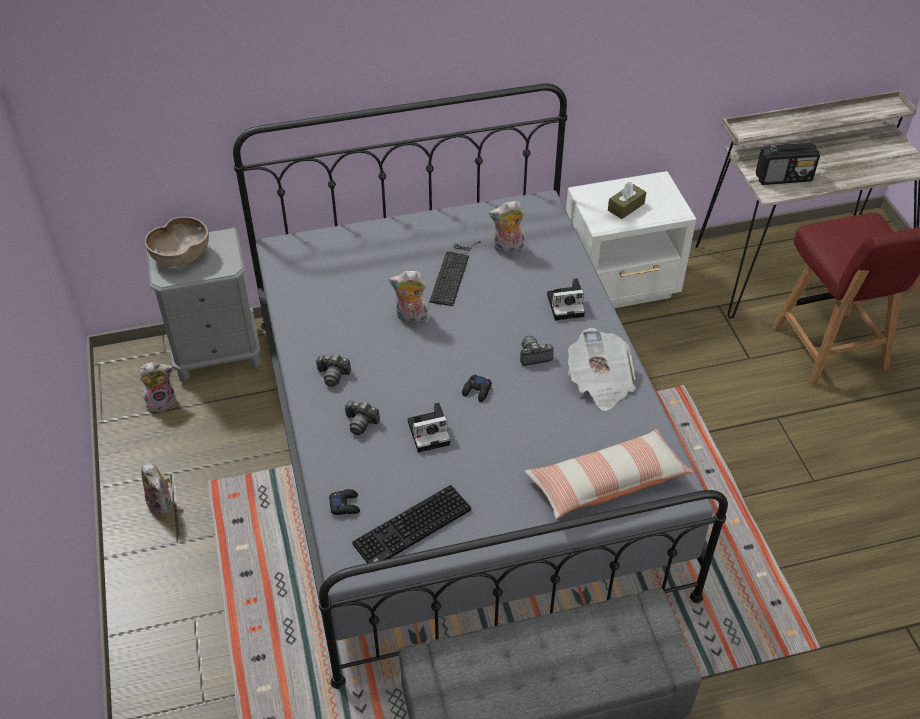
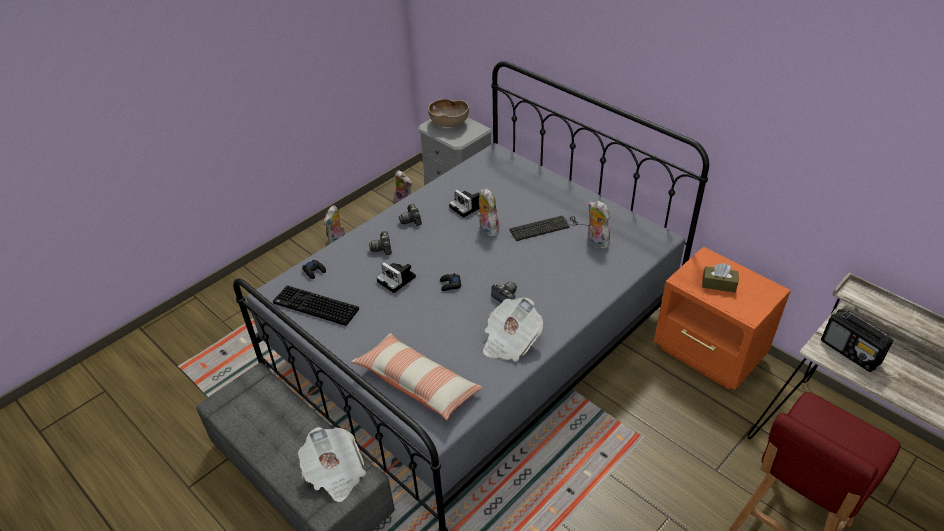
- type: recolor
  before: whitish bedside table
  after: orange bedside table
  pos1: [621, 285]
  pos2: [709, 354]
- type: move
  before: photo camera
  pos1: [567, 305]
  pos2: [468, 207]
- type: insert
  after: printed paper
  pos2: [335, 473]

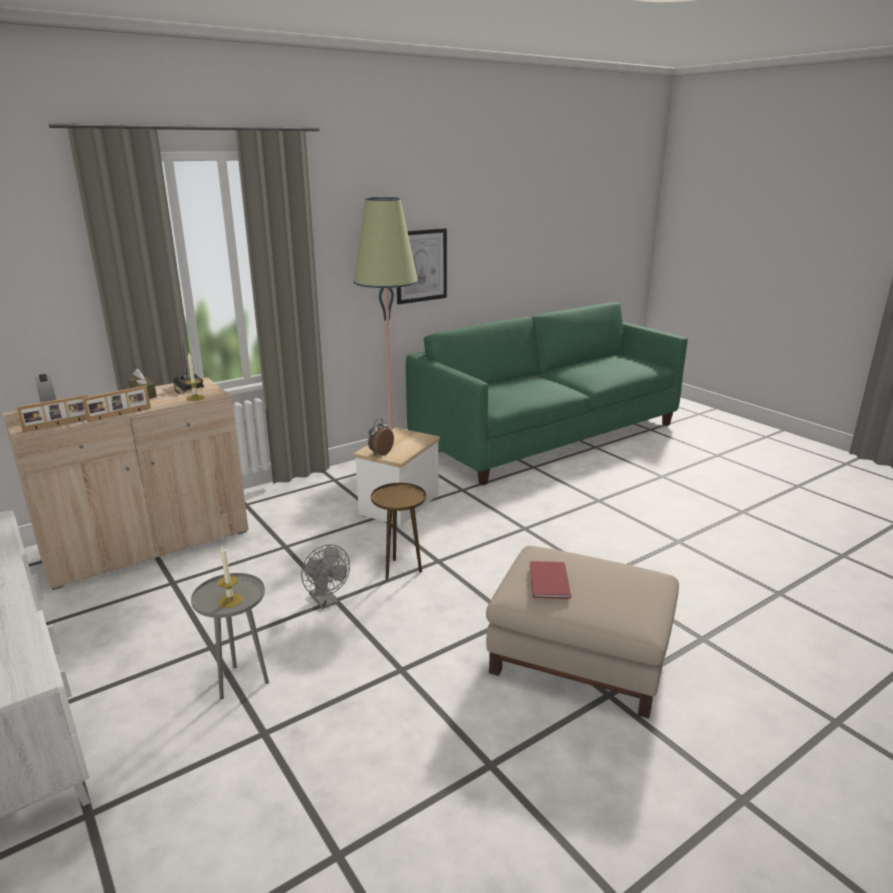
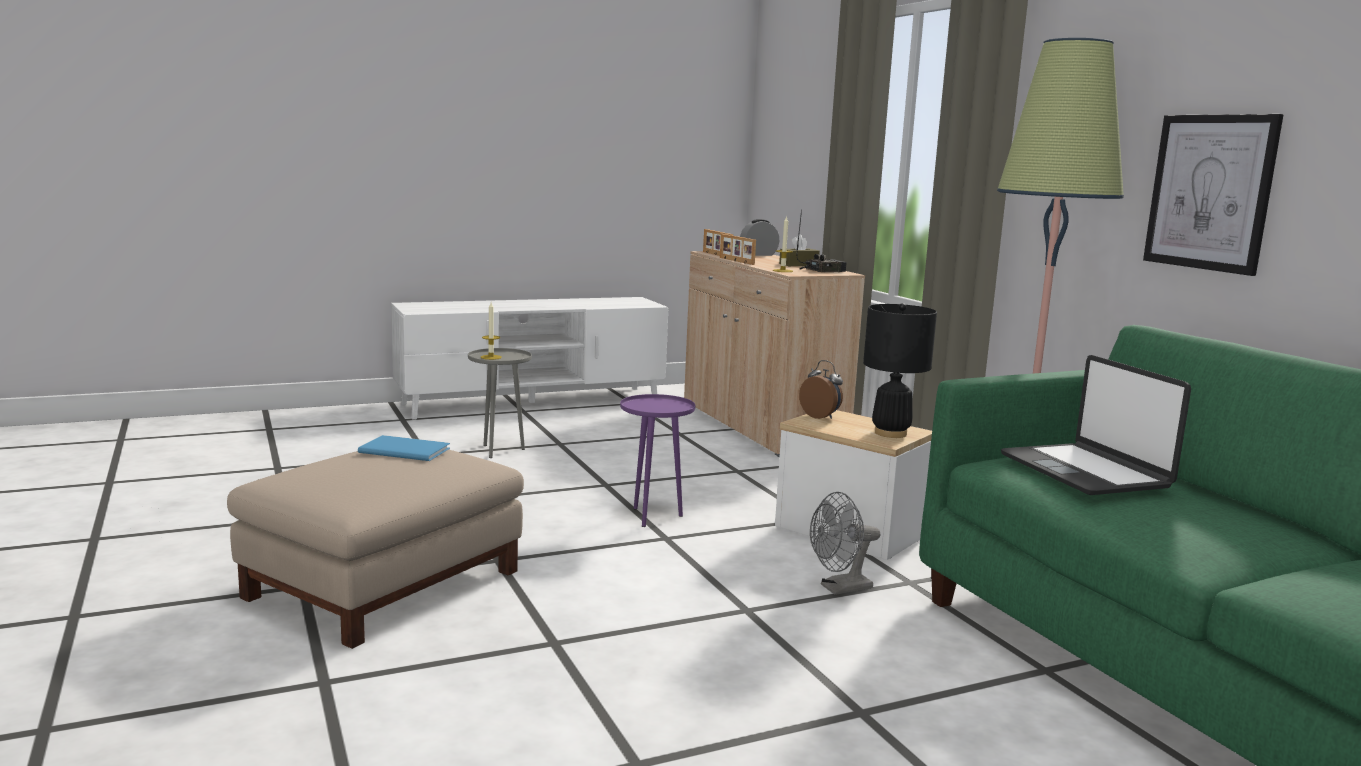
- type: recolor
  before: brown side table
  after: purple-coloured side table
  pos1: [400, 570]
  pos2: [653, 517]
- type: move
  before: greyish fan
  pos1: [326, 602]
  pos2: [840, 588]
- type: recolor
  before: red-coloured volume
  after: blue-coloured volume
  pos1: [547, 582]
  pos2: [404, 449]
- type: insert
  after: black table lamp
  pos2: [891, 433]
- type: insert
  after: laptop
  pos2: [1085, 471]

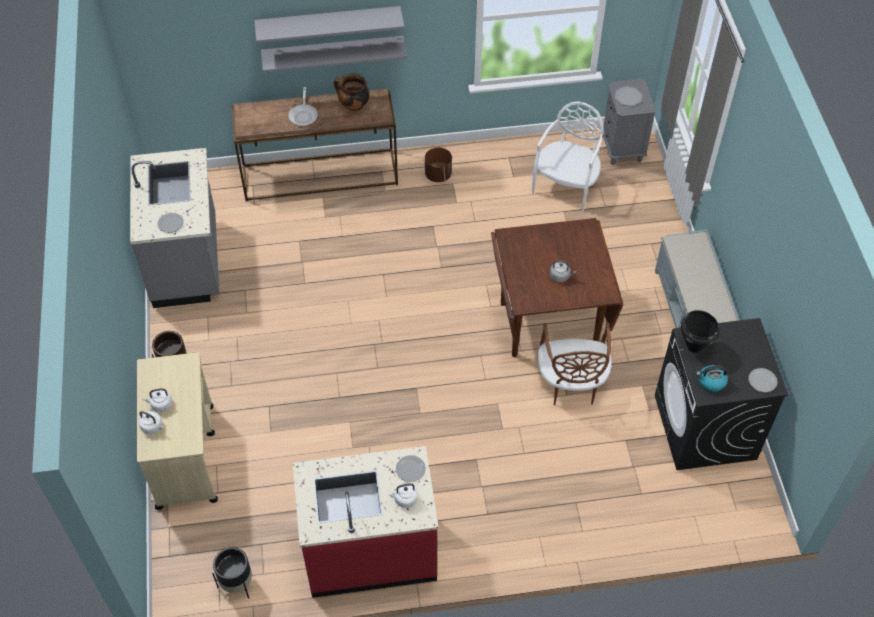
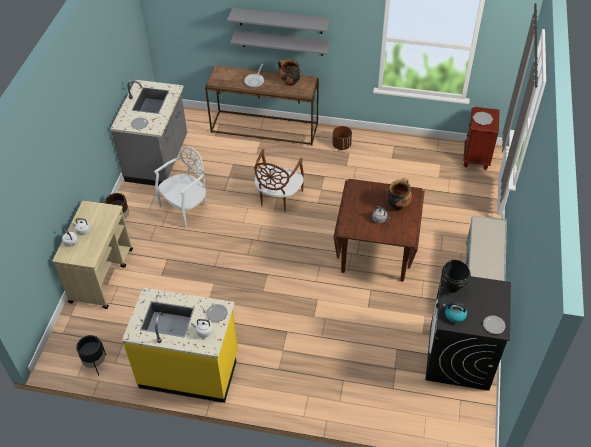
- type: recolor
  before: greyish bedside table
  after: brown bedside table
  pos1: [622, 148]
  pos2: [476, 158]
- type: move
  before: whitish chair
  pos1: [566, 186]
  pos2: [186, 207]
- type: move
  before: brown chair
  pos1: [571, 384]
  pos2: [278, 198]
- type: recolor
  before: red-coloured kitchen counter
  after: yellowish kitchen counter
  pos1: [370, 551]
  pos2: [189, 369]
- type: insert
  after: cooking pot
  pos2: [398, 205]

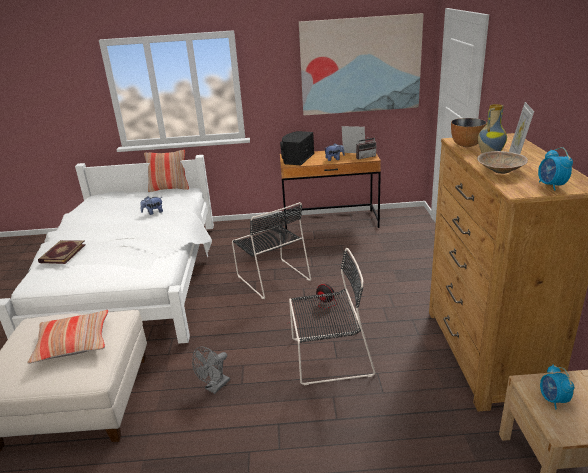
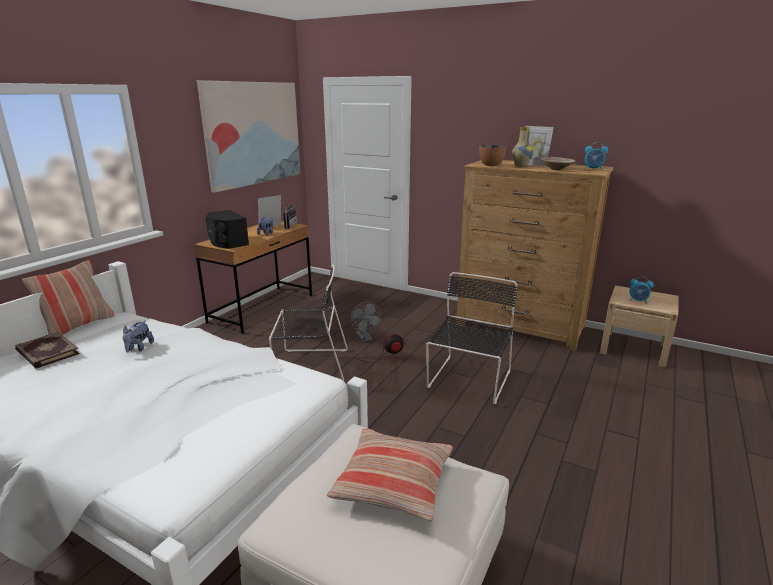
- type: move
  before: volume
  pos1: [62, 253]
  pos2: [46, 353]
- type: move
  before: greyish fan
  pos1: [215, 387]
  pos2: [365, 338]

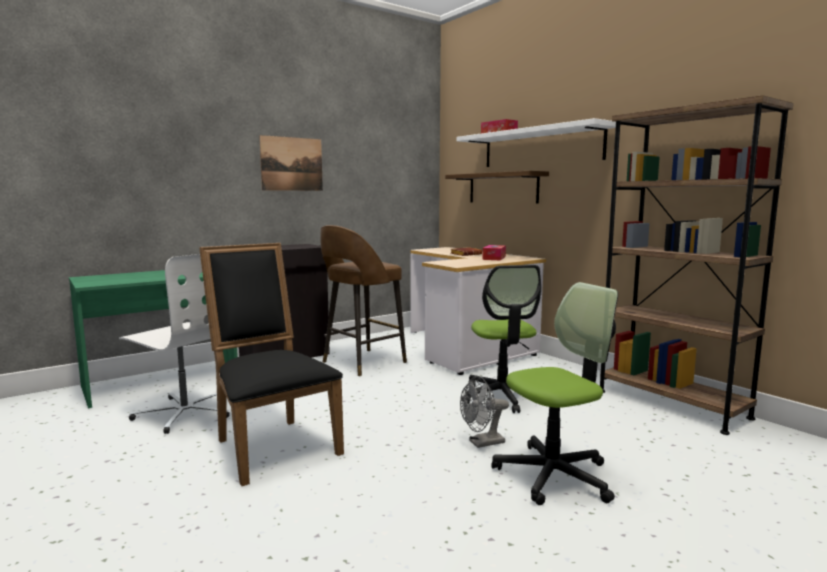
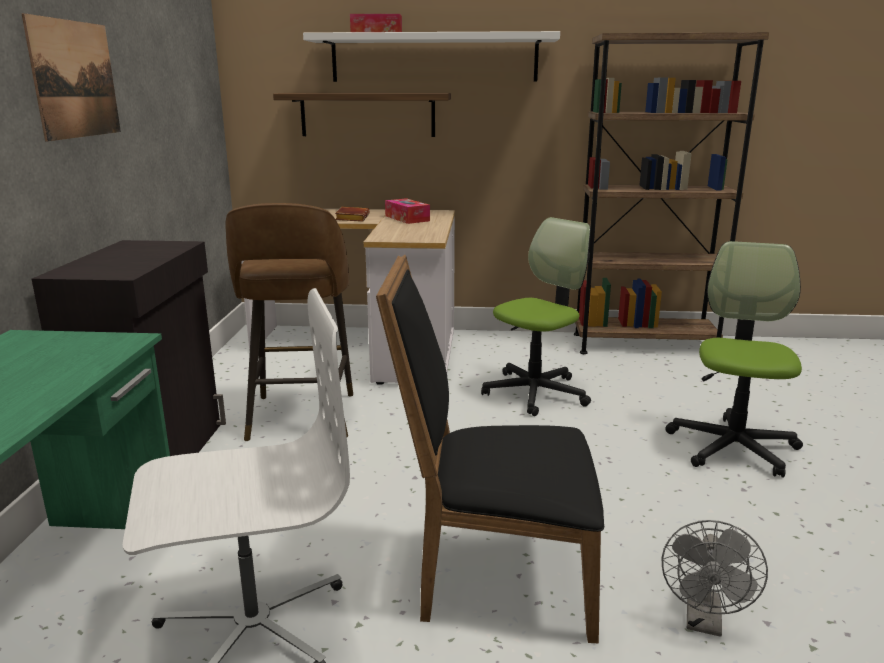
- type: rotate
  before: office chair
  pos1: [502, 396]
  pos2: [535, 393]
  turn: -75
- type: move
  before: greyish fan
  pos1: [482, 443]
  pos2: [704, 622]

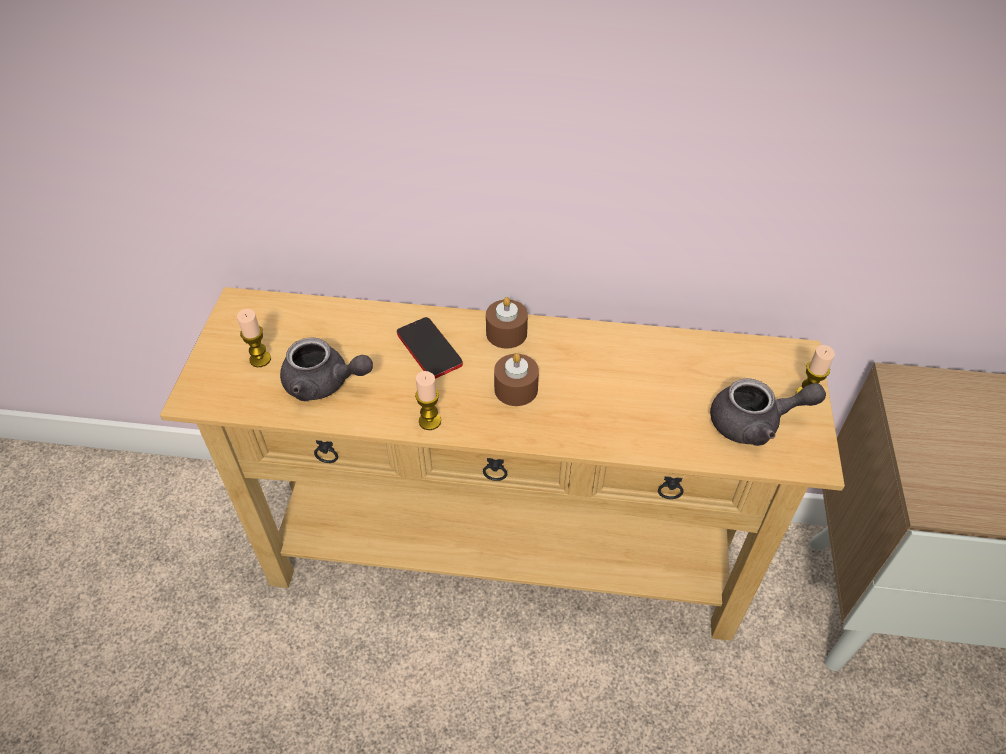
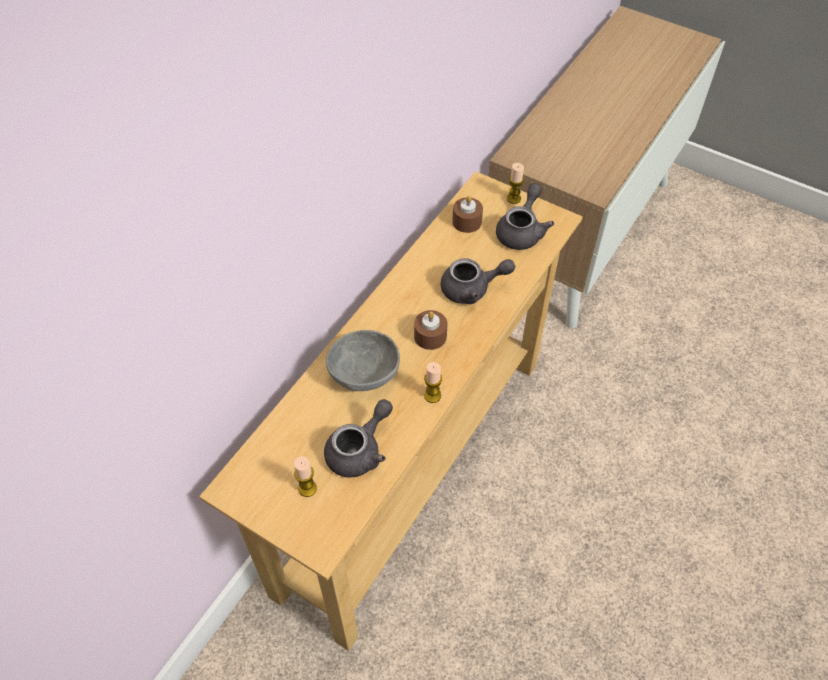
- type: move
  before: brown candle
  pos1: [506, 333]
  pos2: [467, 221]
- type: replace
  before: phone
  after: greyish bowl
  pos1: [429, 349]
  pos2: [363, 372]
- type: insert
  after: greyish tea pot
  pos2: [472, 289]

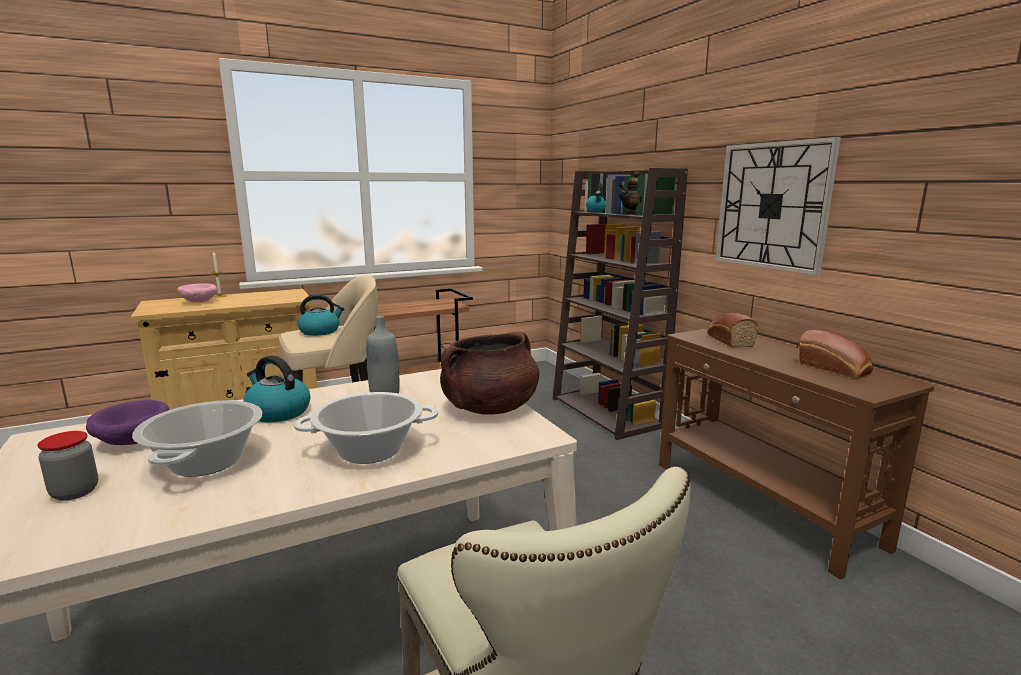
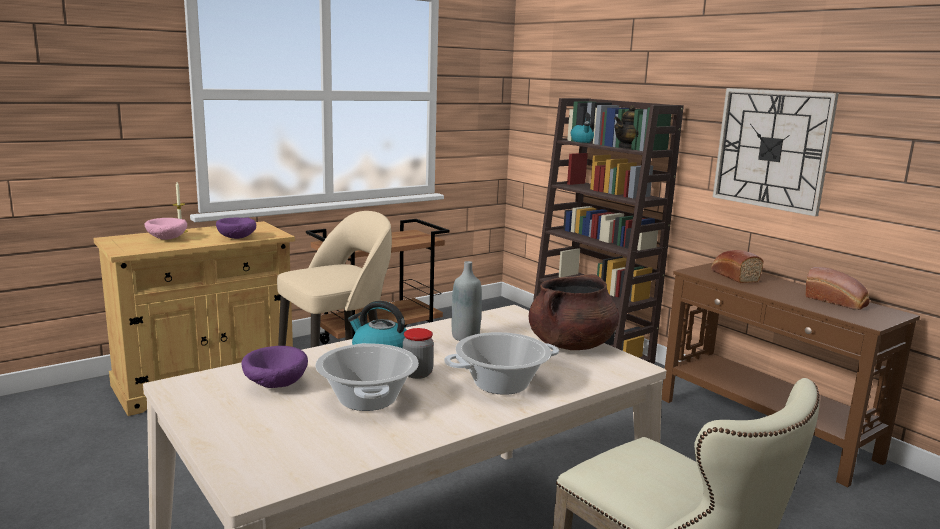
- type: delete
  before: water kettle
  pos1: [320, 331]
- type: move
  before: jar
  pos1: [75, 492]
  pos2: [417, 374]
- type: insert
  after: purple-coloured bowl
  pos2: [237, 238]

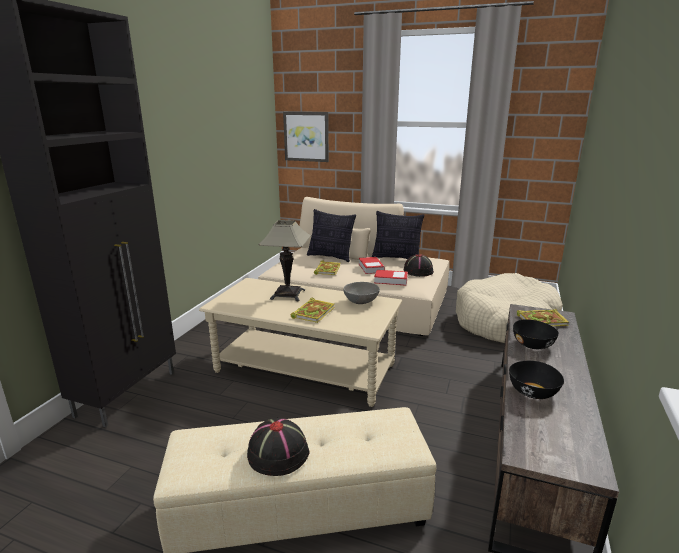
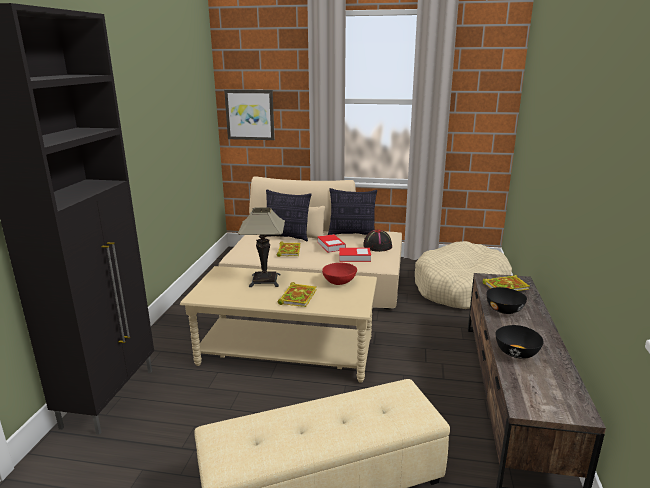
- type: recolor
  before: greyish bowl
  after: red-coloured bowl
  pos1: [361, 302]
  pos2: [339, 282]
- type: delete
  before: black wearable hat
  pos1: [277, 453]

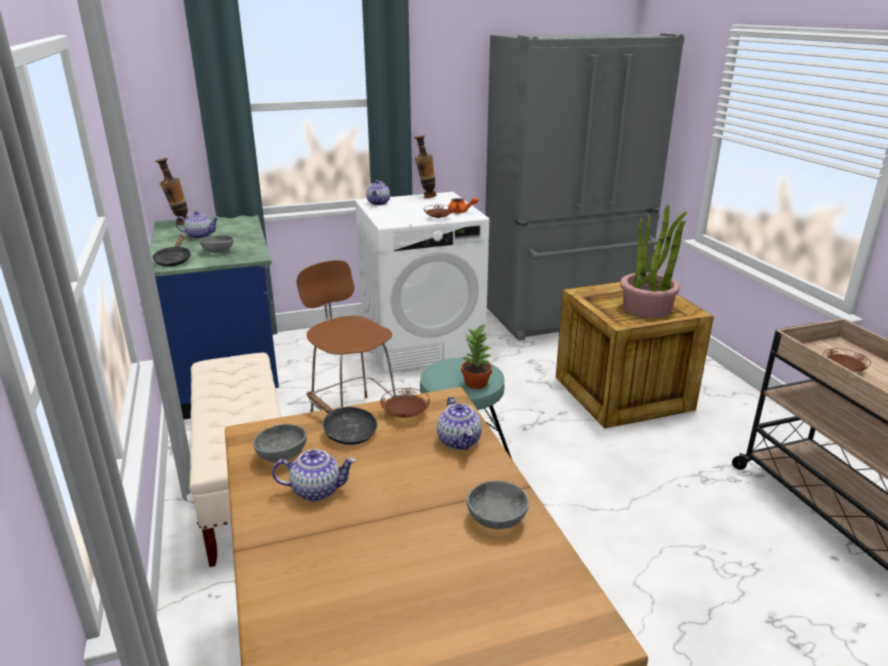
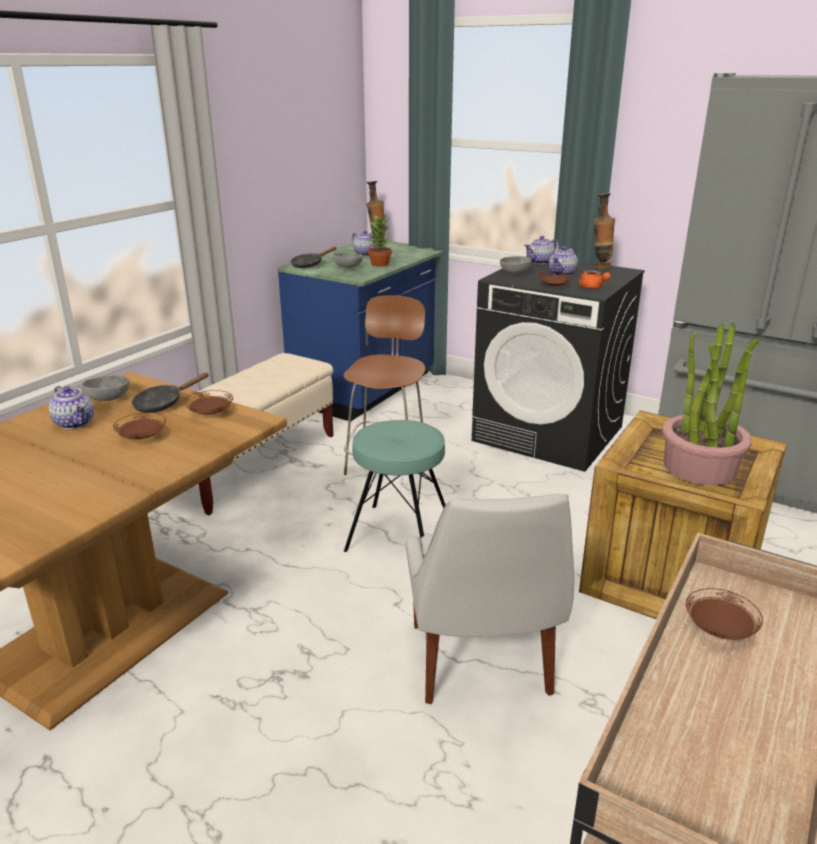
- type: recolor
  before: whitish laundry appliance
  after: black laundry appliance
  pos1: [422, 344]
  pos2: [549, 434]
- type: move
  before: houseplant
  pos1: [476, 383]
  pos2: [380, 264]
- type: rotate
  before: black skillet
  pos1: [345, 430]
  pos2: [163, 404]
  turn: 45
- type: move
  before: tea pot
  pos1: [460, 441]
  pos2: [562, 274]
- type: move
  before: greyish bowl
  pos1: [496, 520]
  pos2: [514, 273]
- type: insert
  after: brown flat dish
  pos2: [142, 438]
- type: insert
  after: whitish chair
  pos2: [481, 663]

